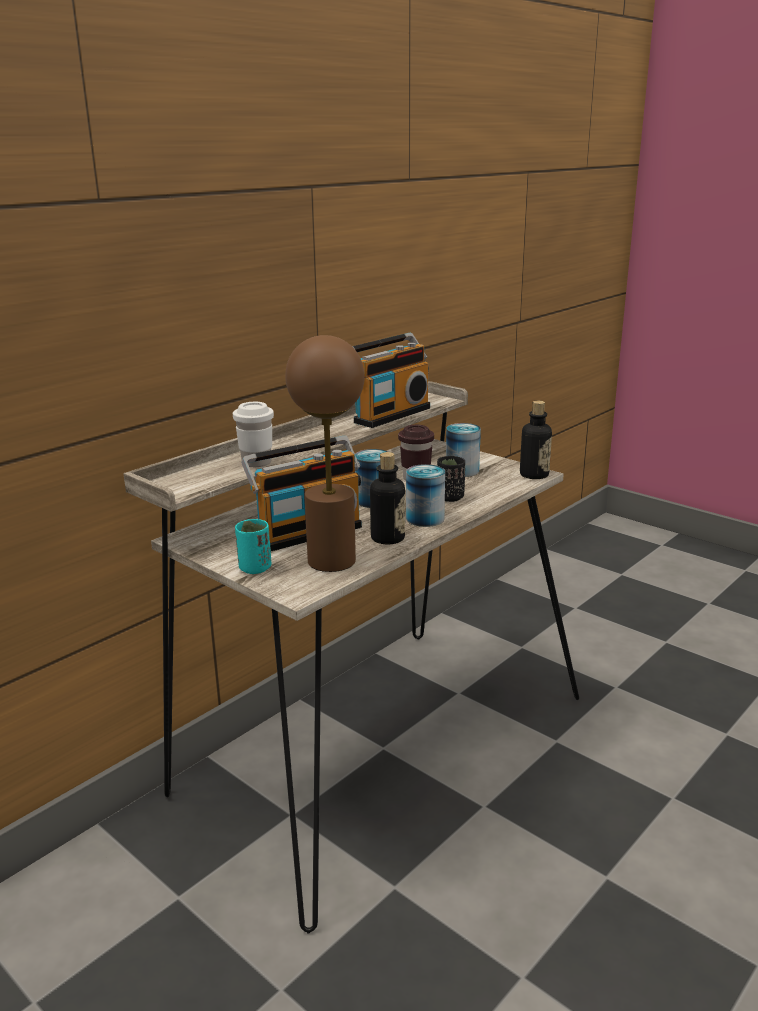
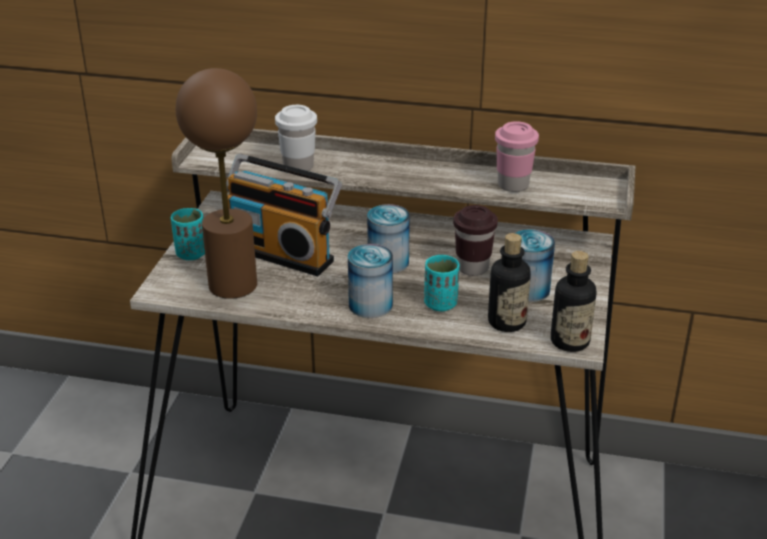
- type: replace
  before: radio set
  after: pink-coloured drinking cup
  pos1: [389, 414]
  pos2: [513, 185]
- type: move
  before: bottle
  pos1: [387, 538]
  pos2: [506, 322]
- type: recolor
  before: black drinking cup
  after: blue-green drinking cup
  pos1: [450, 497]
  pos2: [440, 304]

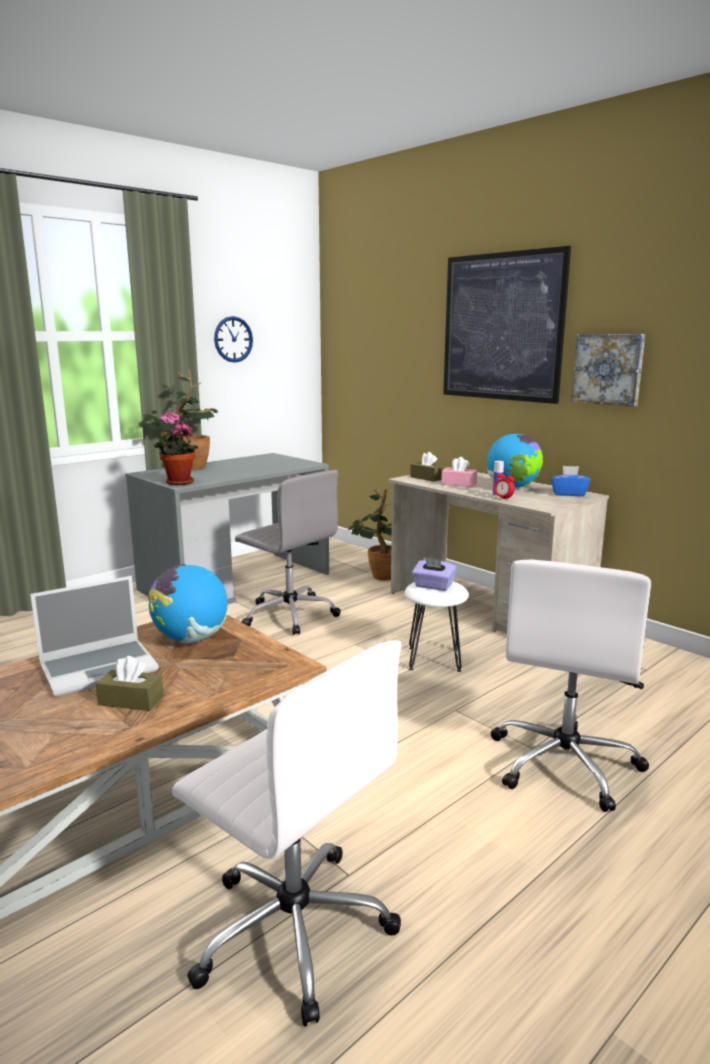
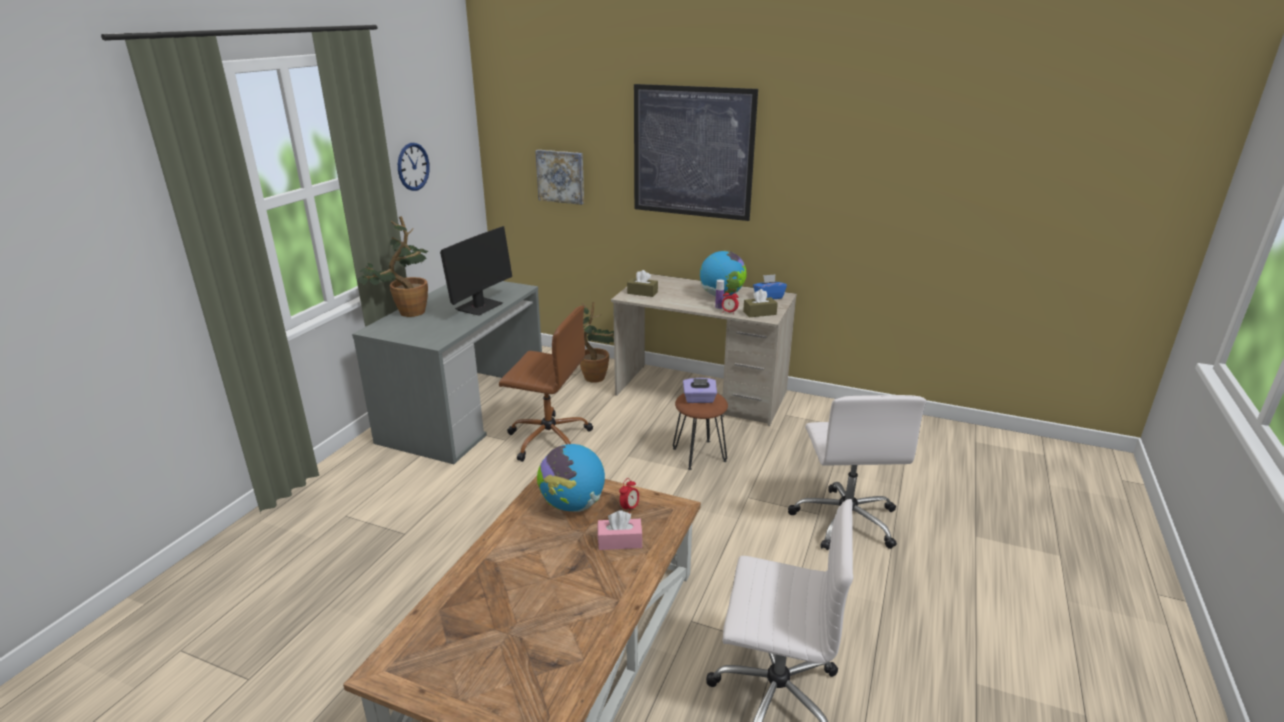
- type: move
  before: wall art
  pos1: [608, 369]
  pos2: [561, 176]
- type: delete
  before: houseplant
  pos1: [177, 483]
- type: move
  before: pink-coloured tissue box
  pos1: [459, 484]
  pos2: [620, 541]
- type: recolor
  before: greyish office chair
  after: brown office chair
  pos1: [289, 614]
  pos2: [548, 438]
- type: delete
  before: laptop
  pos1: [100, 668]
- type: recolor
  before: whitish sitting stool
  after: brown sitting stool
  pos1: [433, 659]
  pos2: [698, 455]
- type: move
  before: brown tissue box
  pos1: [131, 700]
  pos2: [759, 313]
- type: insert
  after: monitor
  pos2: [479, 307]
- type: insert
  after: bedside clock
  pos2: [629, 508]

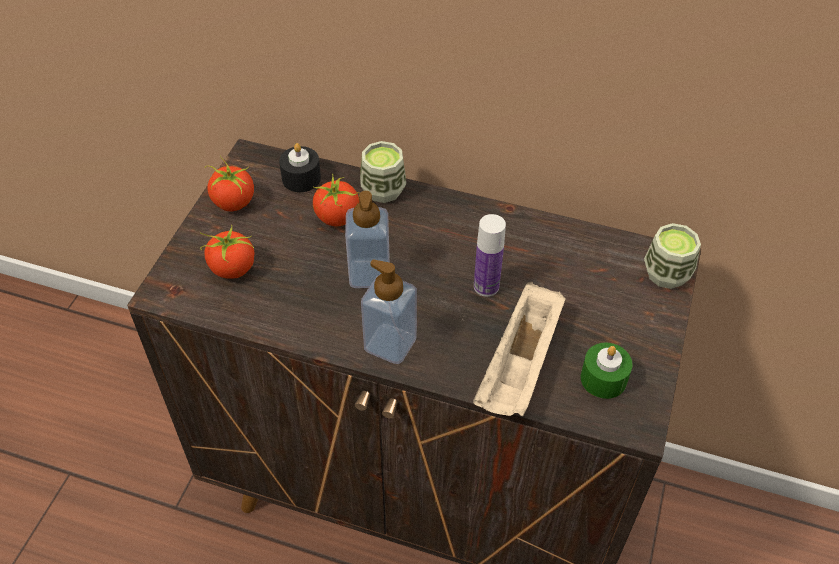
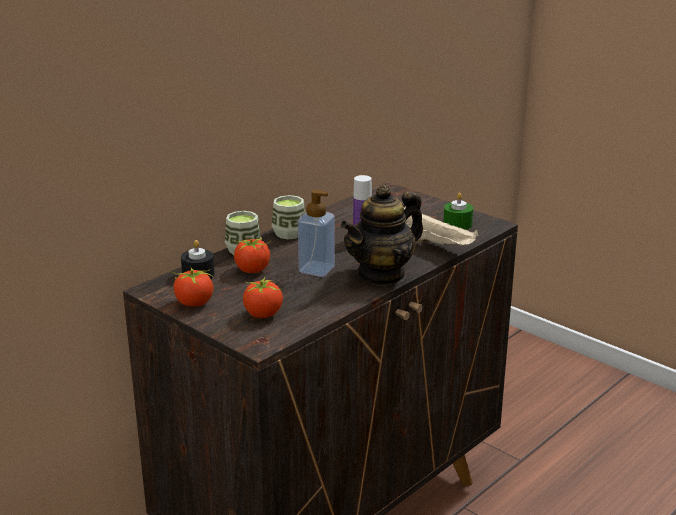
- type: move
  before: drinking cup
  pos1: [666, 273]
  pos2: [289, 233]
- type: replace
  before: soap dispenser
  after: tea pot
  pos1: [390, 344]
  pos2: [382, 274]

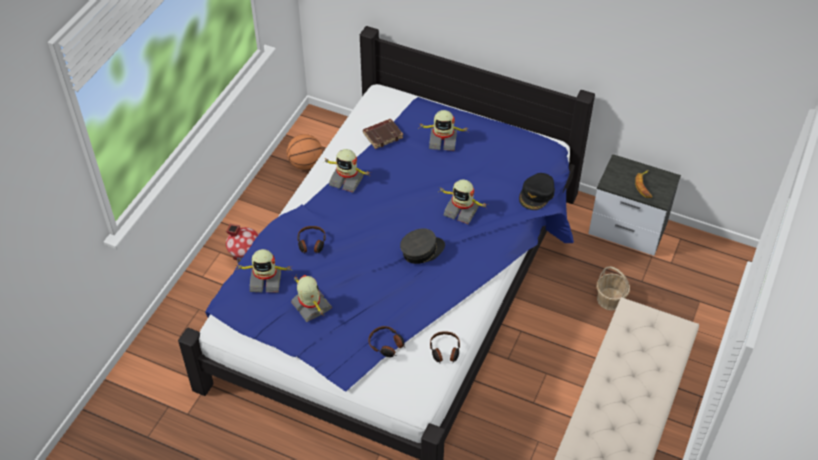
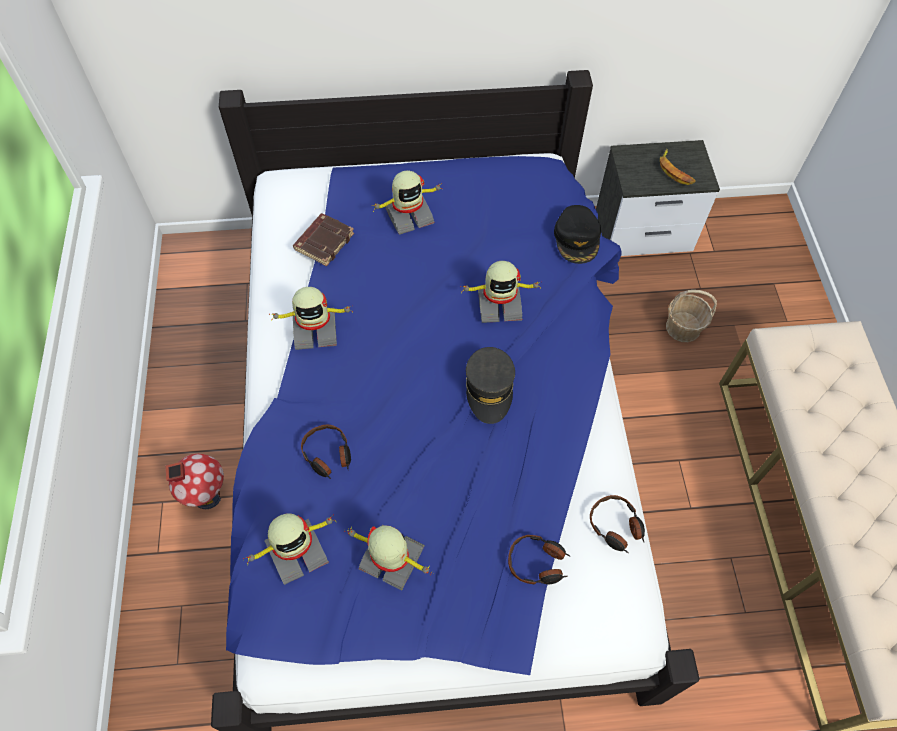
- type: delete
  before: basketball ball
  pos1: [305, 164]
- type: rotate
  before: greyish baseball cap
  pos1: [422, 251]
  pos2: [489, 389]
  turn: 150

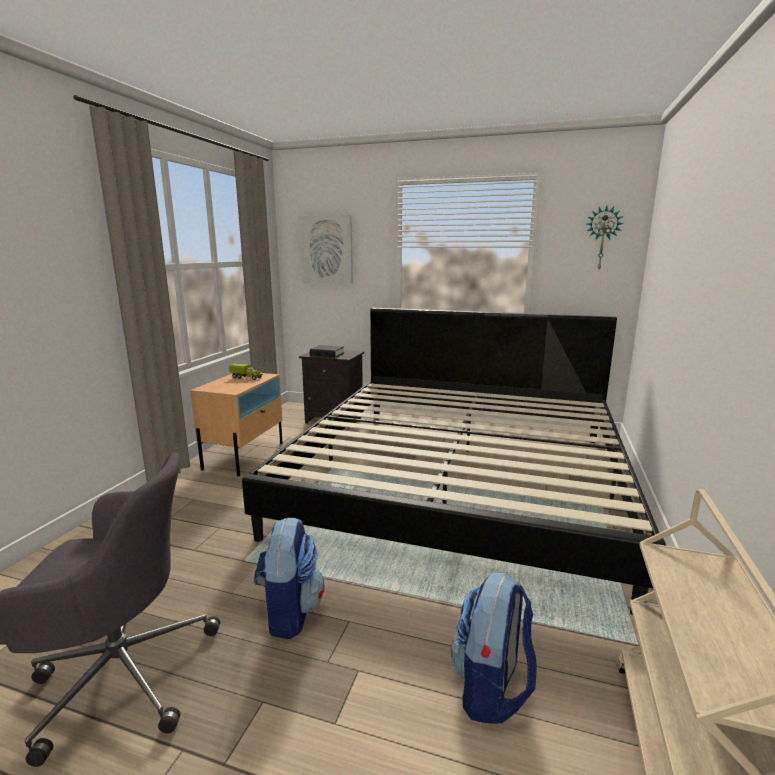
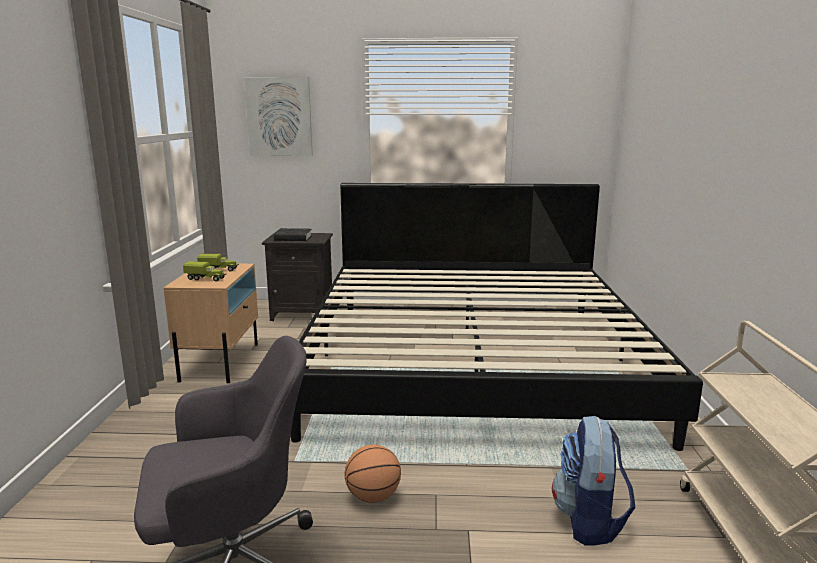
- type: delete
  before: wall clock
  pos1: [602, 238]
- type: replace
  before: backpack
  after: basketball ball
  pos1: [289, 612]
  pos2: [373, 497]
- type: insert
  after: toy truck
  pos2: [205, 279]

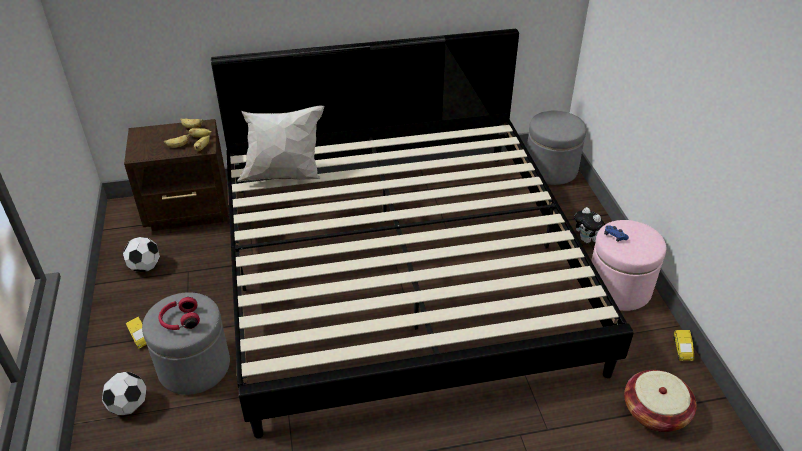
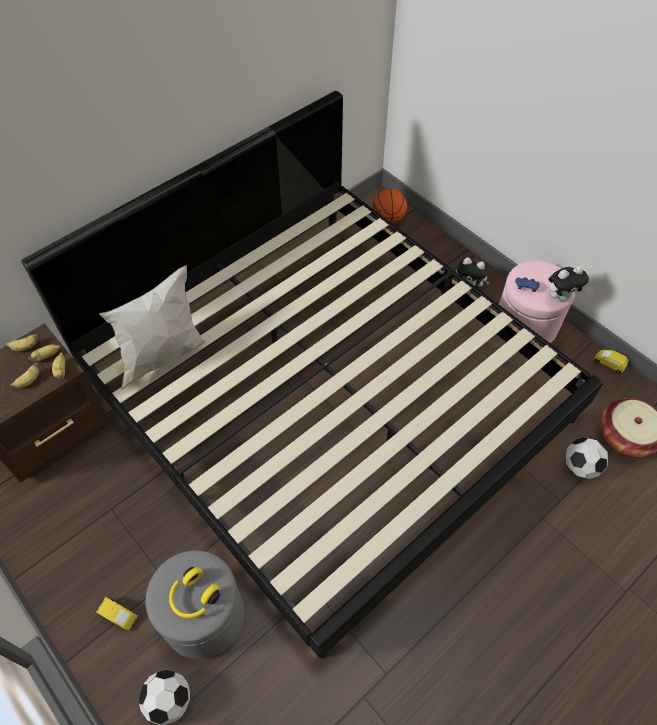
- type: replace
  before: greyish ottoman
  after: basketball ball
  pos1: [550, 169]
  pos2: [388, 219]
- type: move
  before: ball for football
  pos1: [145, 267]
  pos2: [580, 466]
- type: recolor
  before: red-coloured pair of headphones
  after: yellowish pair of headphones
  pos1: [180, 321]
  pos2: [194, 597]
- type: rotate
  before: yellowish miniature car
  pos1: [681, 349]
  pos2: [609, 364]
  turn: 150
- type: insert
  after: cuddly toy
  pos2: [560, 297]

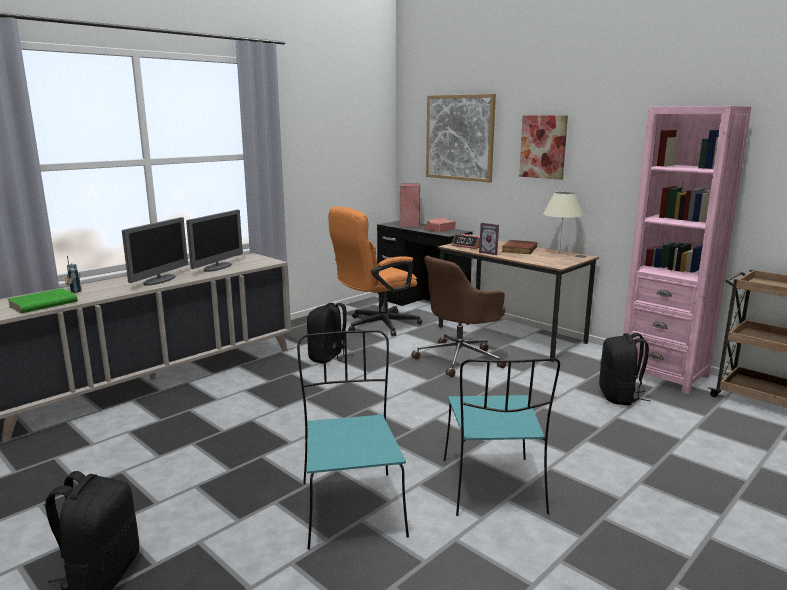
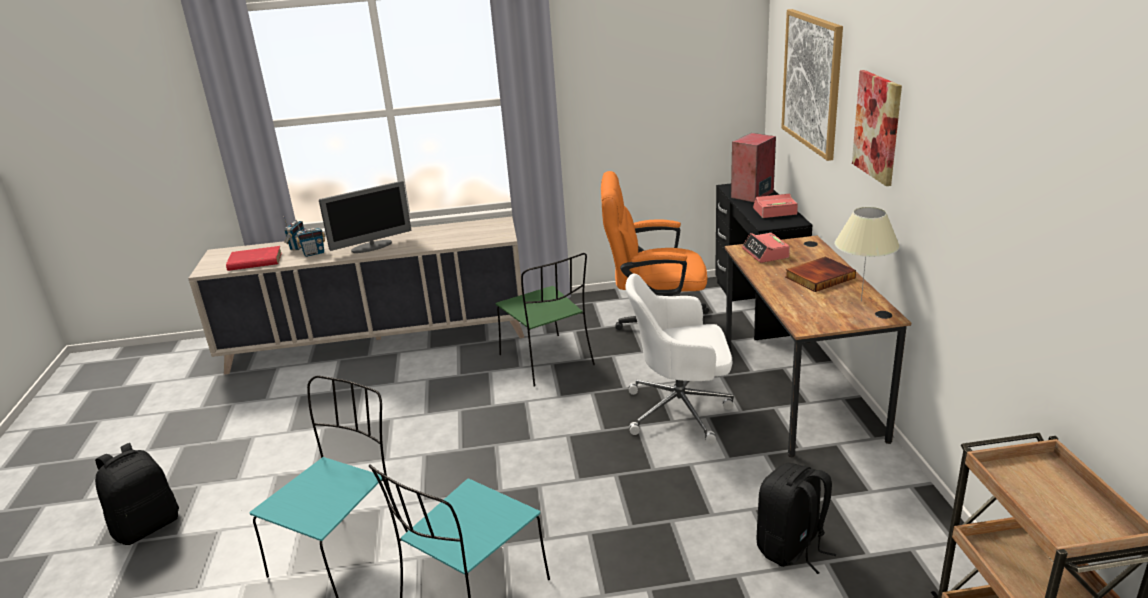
- type: delete
  before: pink-coloured bookshelf
  pos1: [663, 375]
- type: delete
  before: monitor
  pos1: [218, 267]
- type: delete
  before: standing frame
  pos1: [490, 253]
- type: recolor
  before: brown office chair
  after: whitish office chair
  pos1: [460, 358]
  pos2: [681, 410]
- type: recolor
  before: green volume
  after: red-coloured volume
  pos1: [42, 304]
  pos2: [254, 262]
- type: replace
  before: black backpack
  after: green chair
  pos1: [328, 357]
  pos2: [548, 361]
- type: insert
  after: radio set
  pos2: [314, 253]

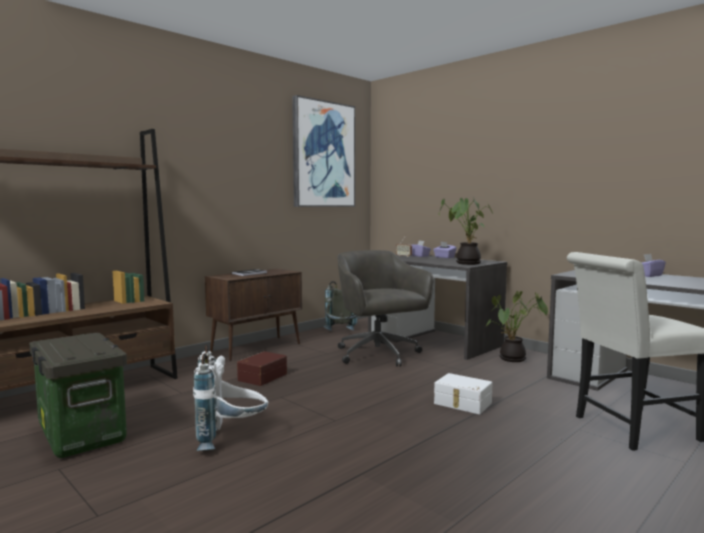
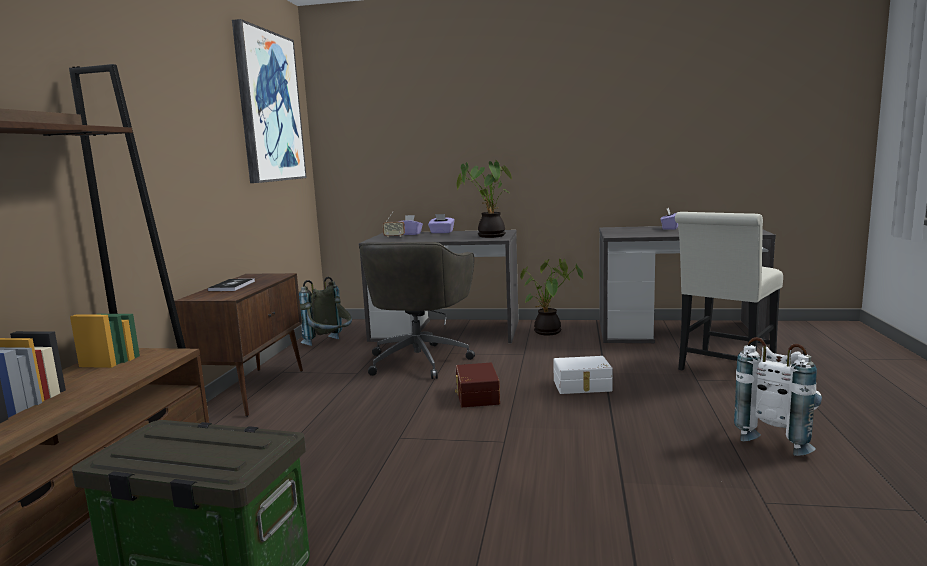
- type: rotate
  before: greyish office chair
  pos1: [379, 355]
  pos2: [419, 360]
  turn: -105
- type: move
  before: whitish backpack
  pos1: [230, 439]
  pos2: [778, 437]
- type: move
  before: brown storage box
  pos1: [261, 377]
  pos2: [476, 395]

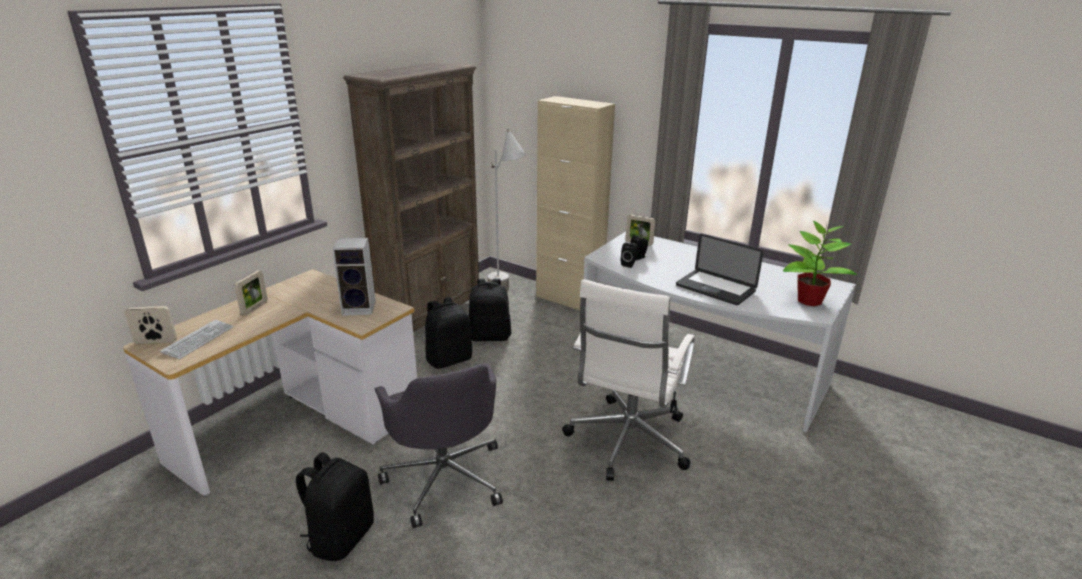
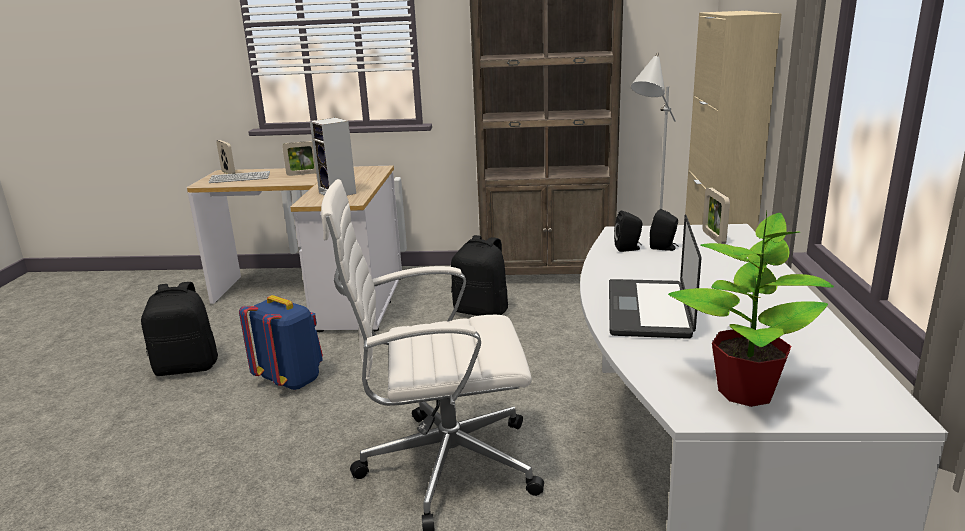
- type: delete
  before: black backpack
  pos1: [490, 336]
- type: replace
  before: greyish office chair
  after: blue-coloured backpack
  pos1: [445, 478]
  pos2: [291, 380]

